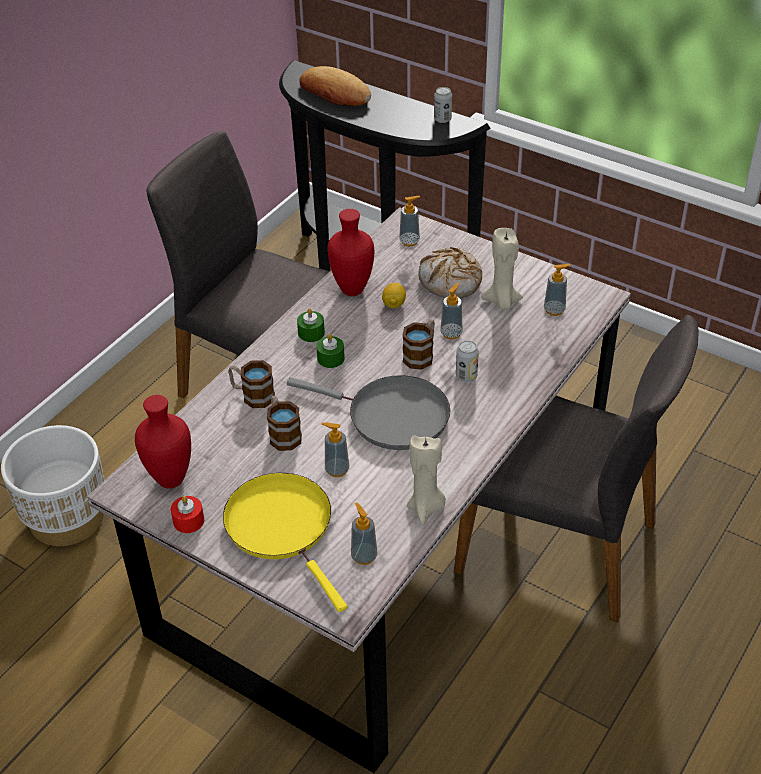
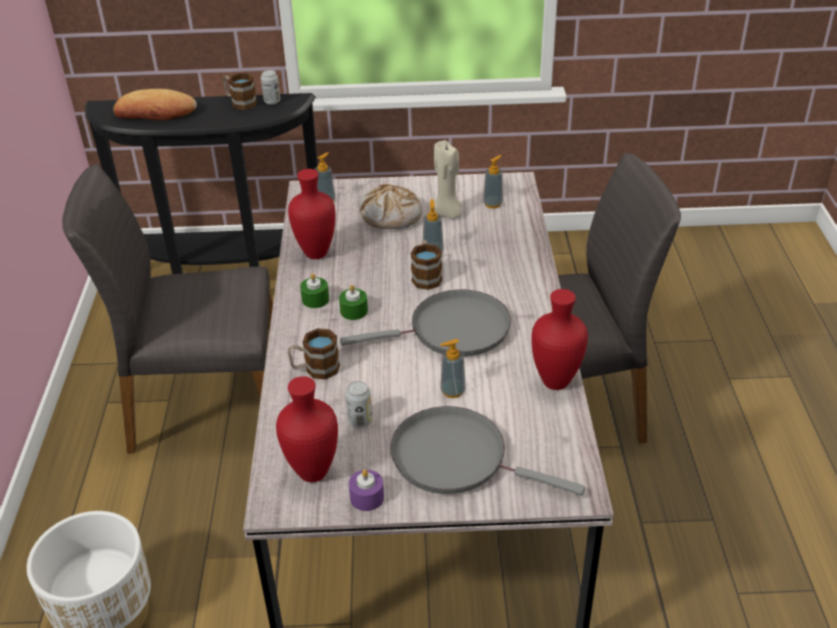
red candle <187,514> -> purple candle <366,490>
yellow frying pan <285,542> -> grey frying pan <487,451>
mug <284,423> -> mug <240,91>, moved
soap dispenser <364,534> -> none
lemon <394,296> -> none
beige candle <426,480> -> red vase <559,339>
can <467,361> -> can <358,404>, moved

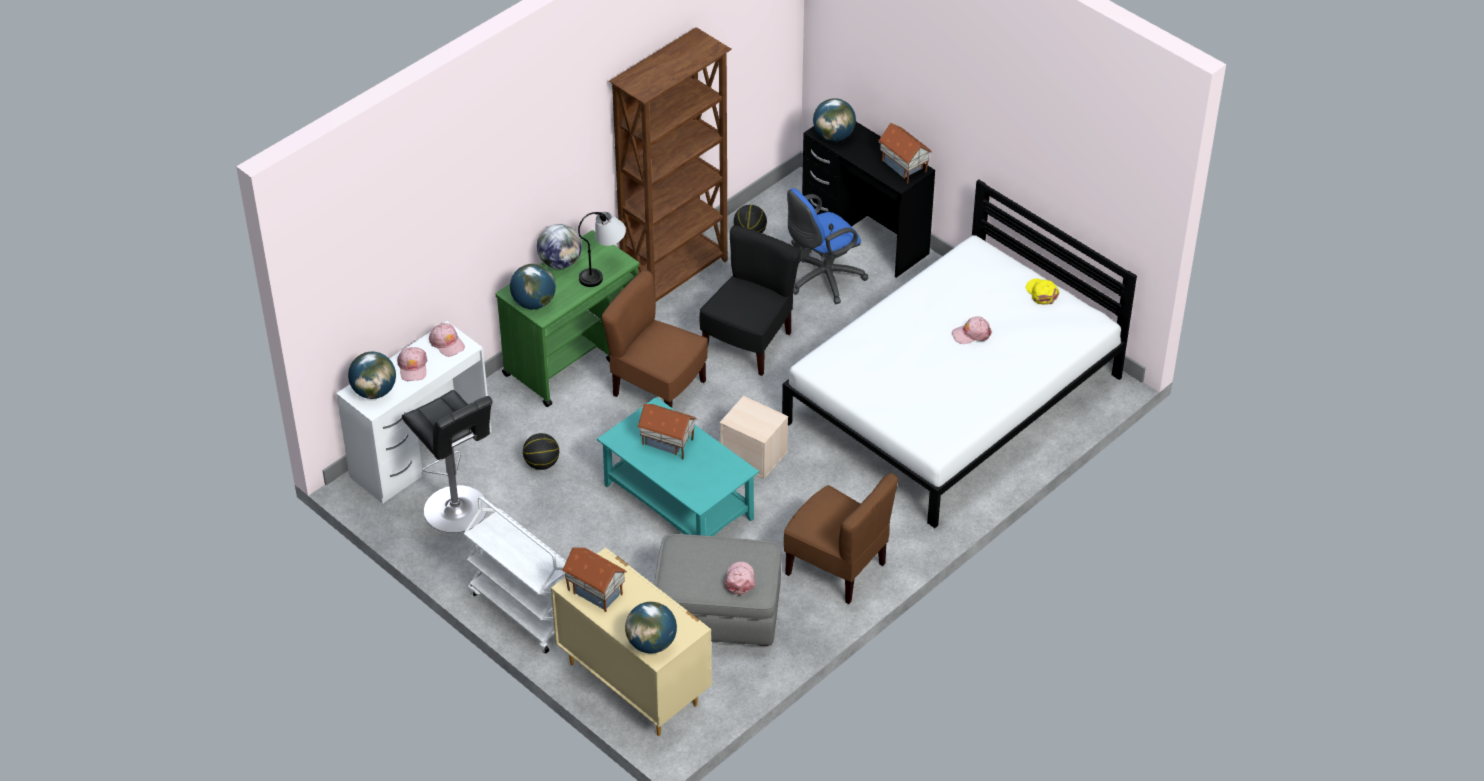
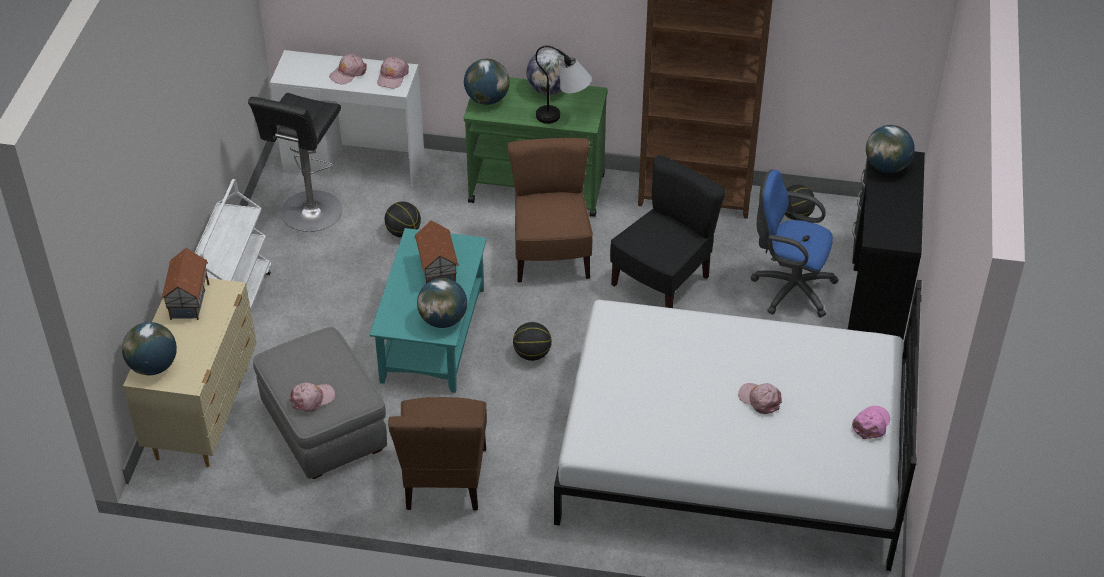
globe <372,375> -> globe <442,303>, moved
black chair <750,300> -> black chair <668,231>, 45 degrees counterclockwise
beige storage box <754,437> -> basketball <532,341>
toy house <905,153> -> none
yellow cap <1043,291> -> pink cap <871,422>

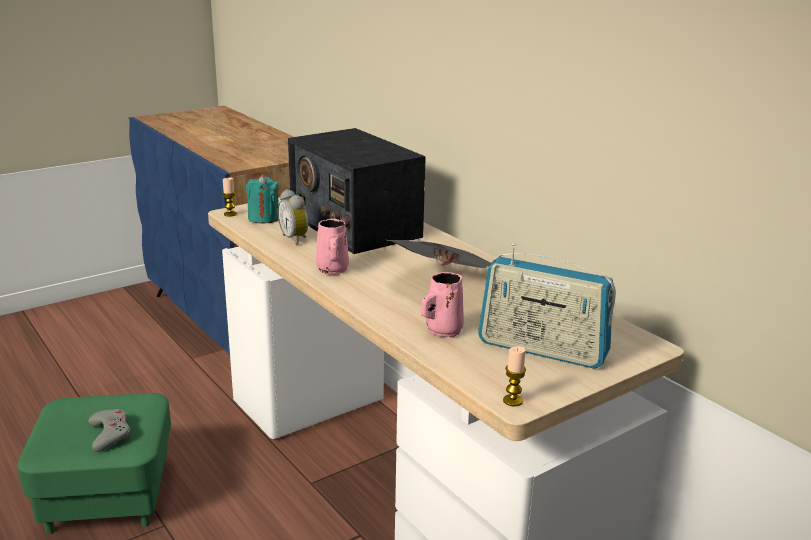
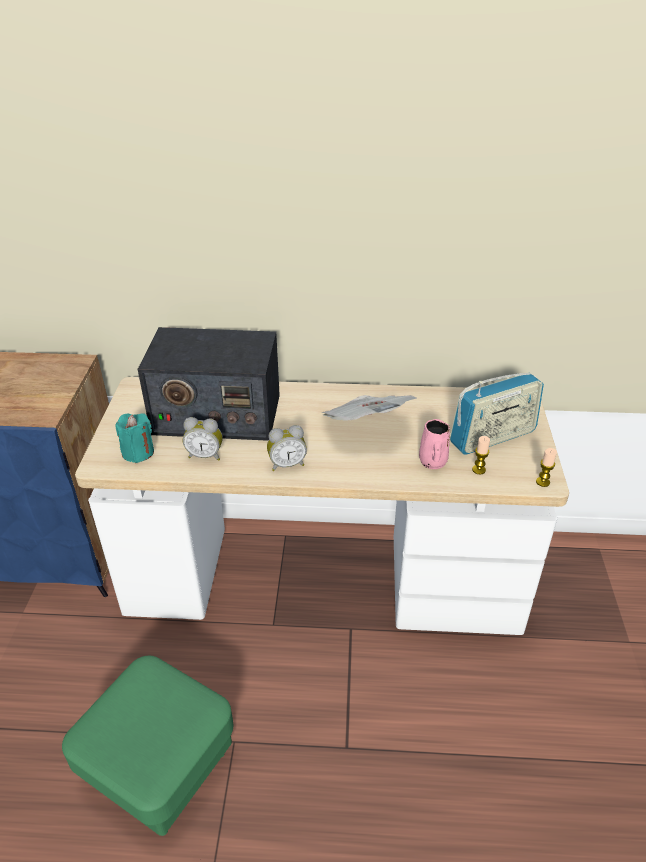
grey game controller <109,430> -> none
candle <229,197> -> candle <481,455>, moved
pink mug <332,247> -> alarm clock <287,448>

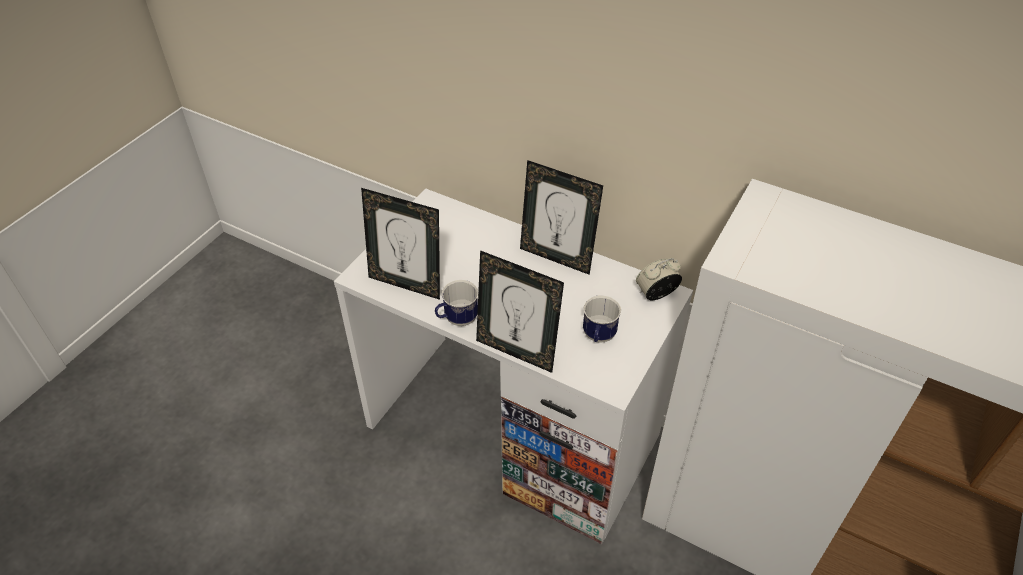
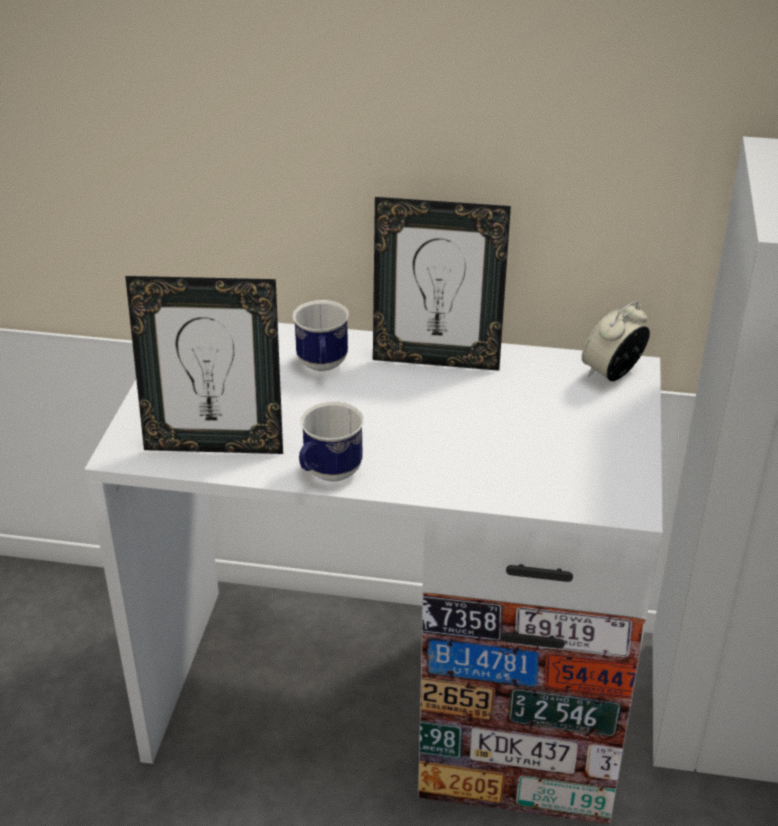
picture frame <520,311> -> none
mug <602,319> -> mug <321,335>, moved

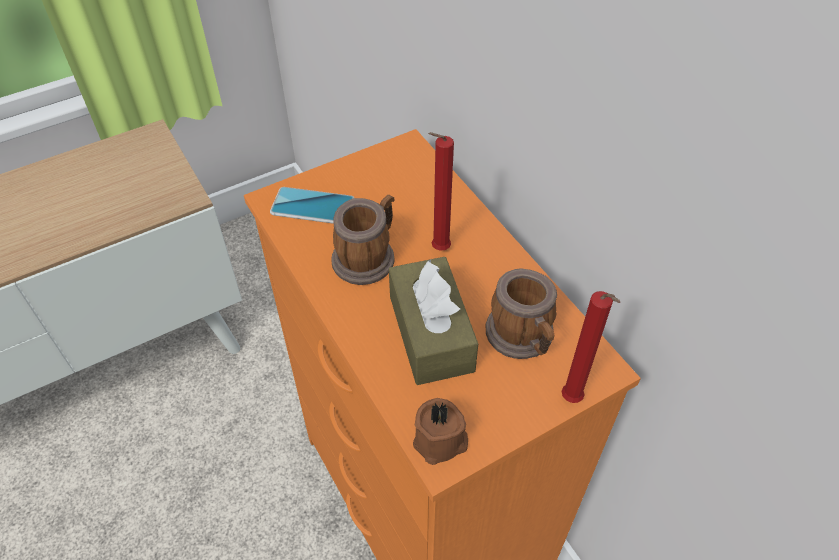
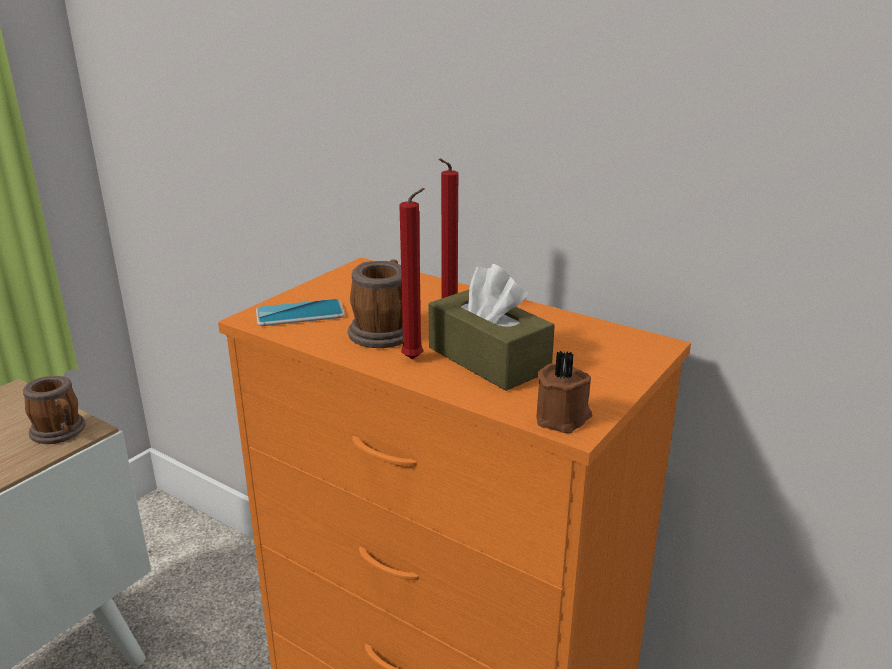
mug <521,314> -> mug <54,410>, moved
red candle <590,347> -> red candle <412,273>, moved

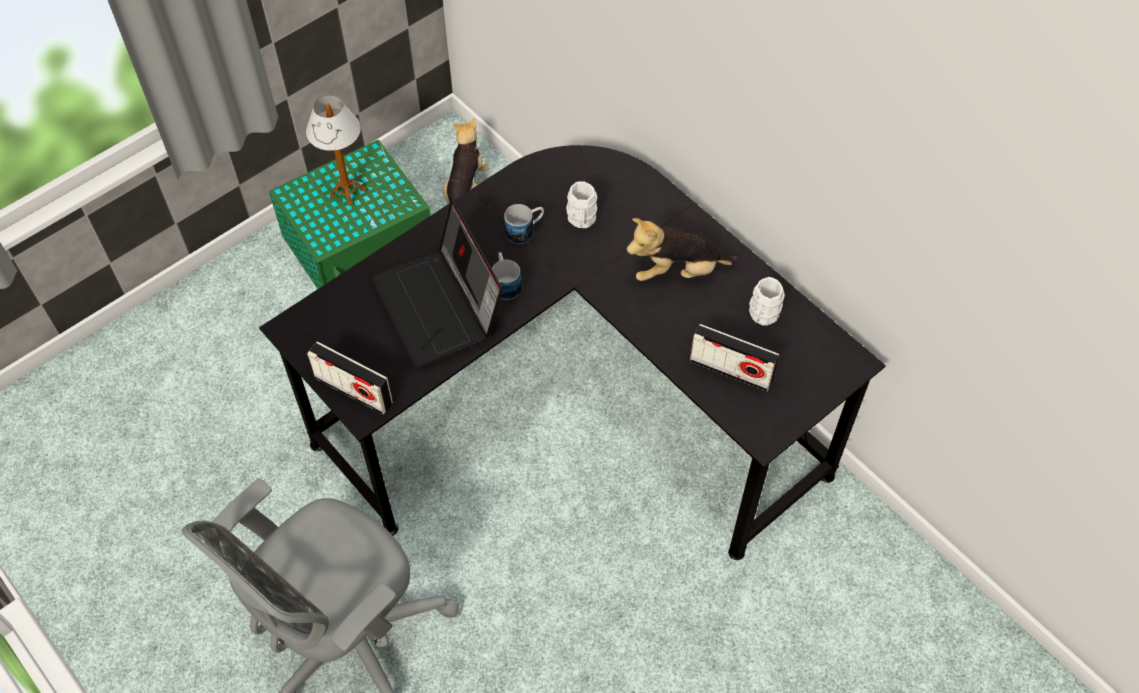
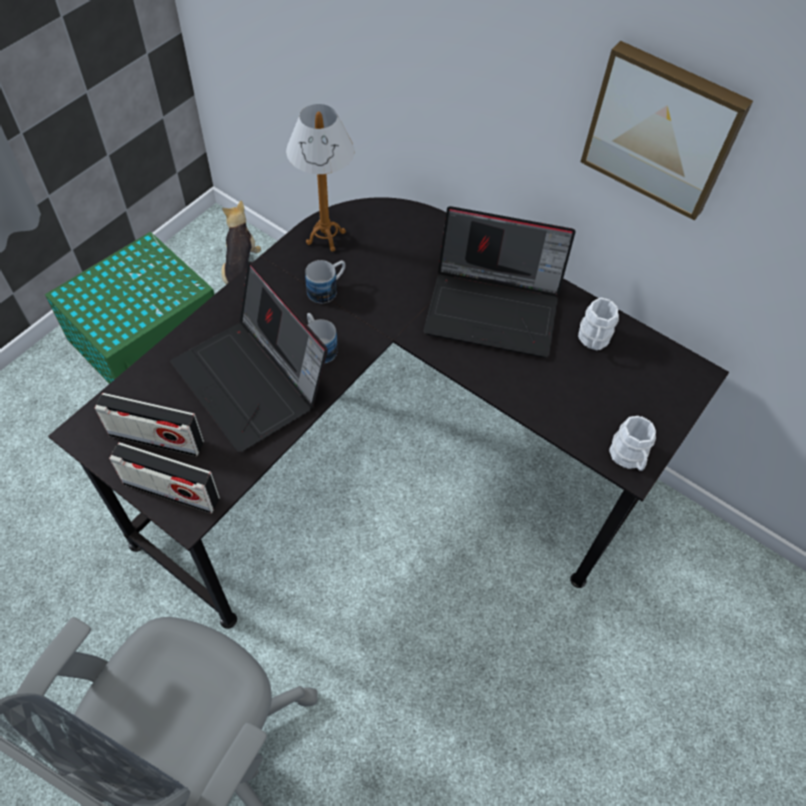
table lamp <335,151> -> table lamp <320,178>, moved
white mug <581,204> -> white mug <632,443>, moved
plush toy <683,249> -> laptop <500,282>
radio <734,357> -> radio <149,424>, moved
none -> picture <667,131>

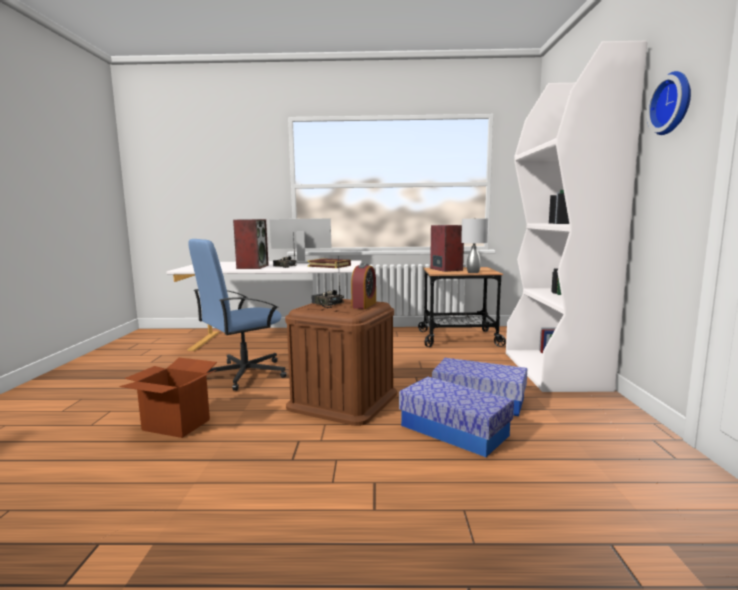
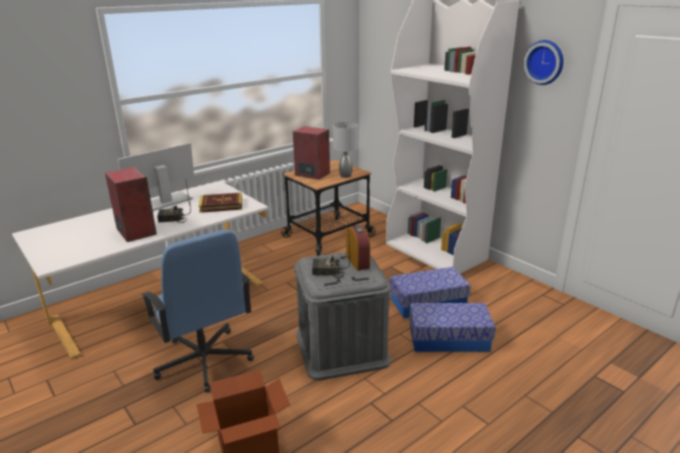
blue office chair <237,315> -> blue office chair <197,310>, 45 degrees counterclockwise
brown storage box <341,362> -> grey storage box <342,316>

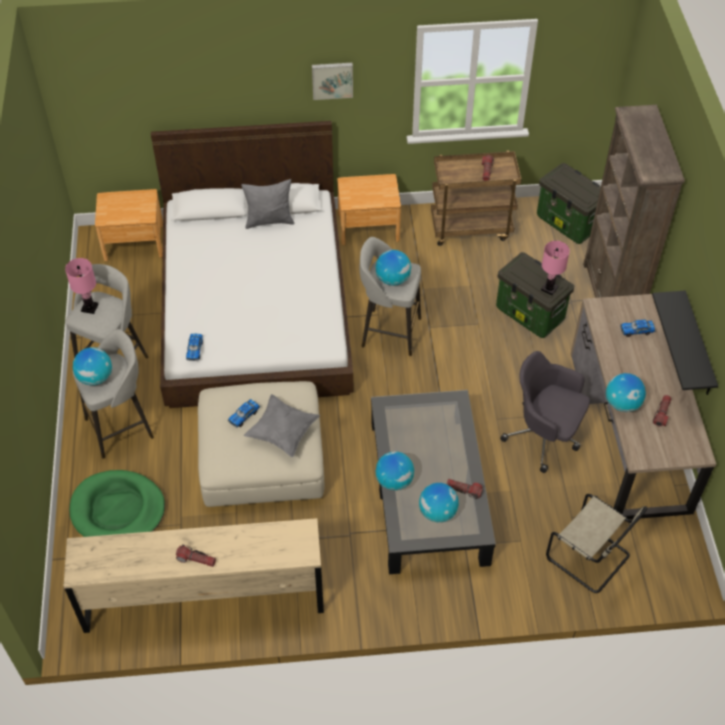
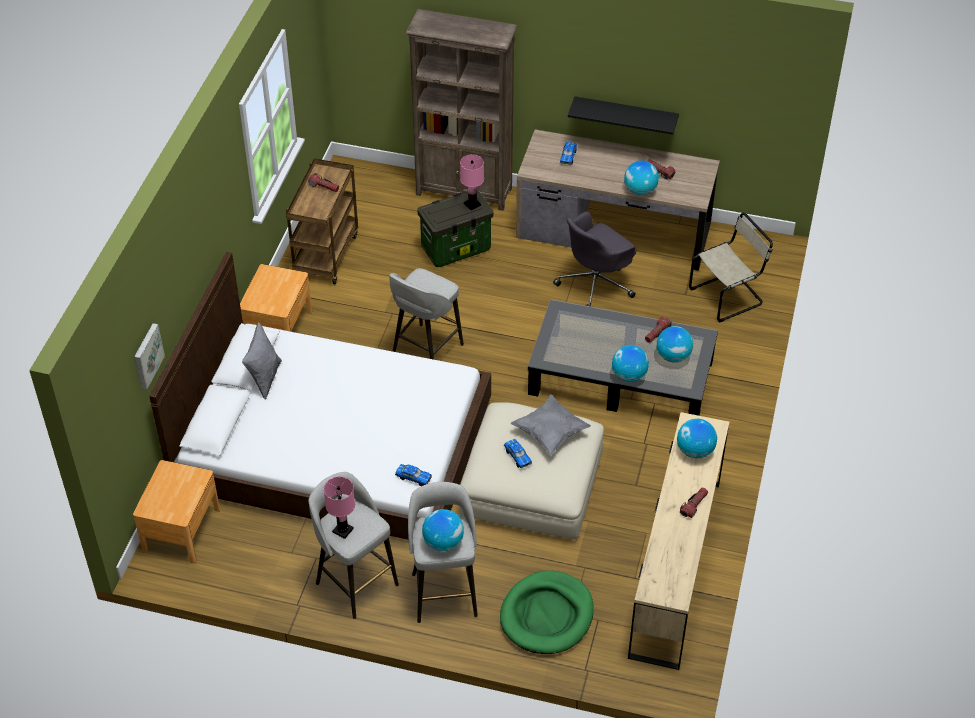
picture <332,81> -> picture <149,356>, moved
globe <393,268> -> globe <697,438>, moved
storage box <569,203> -> none

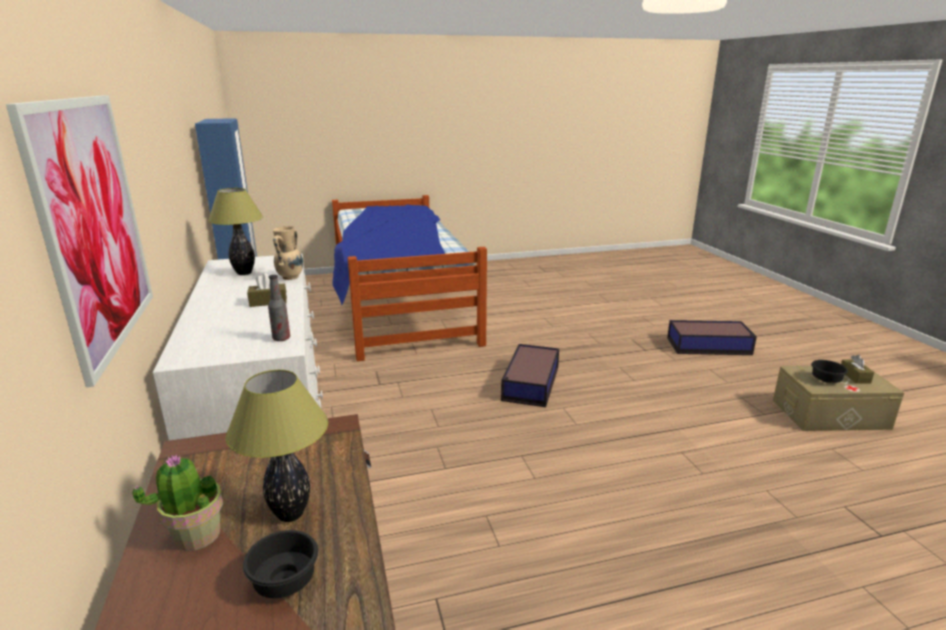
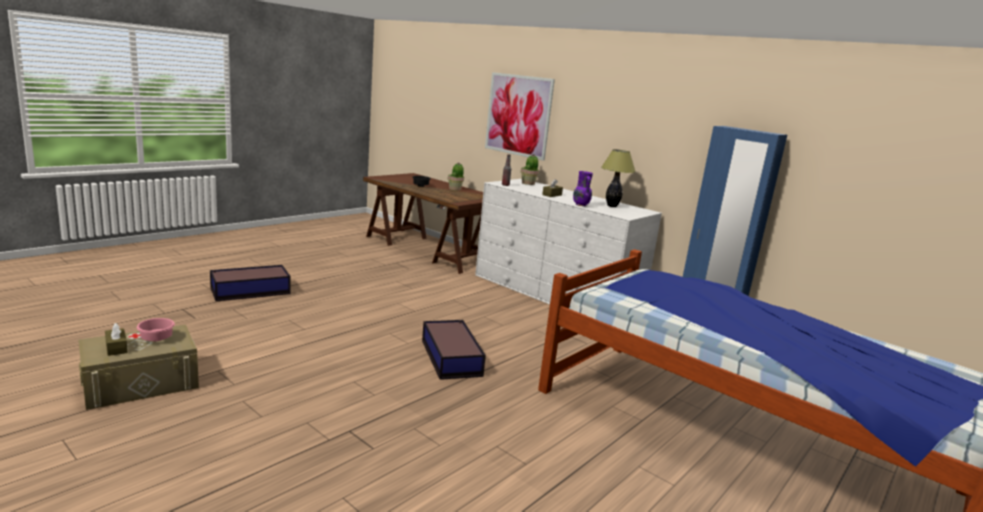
table lamp <277,446> -> none
beige vase <288,253> -> purple vase <583,188>
storage box <712,337> -> storage box <250,283>, moved
black bowl <829,371> -> pink bowl <156,329>
none -> potted plant <530,170>

